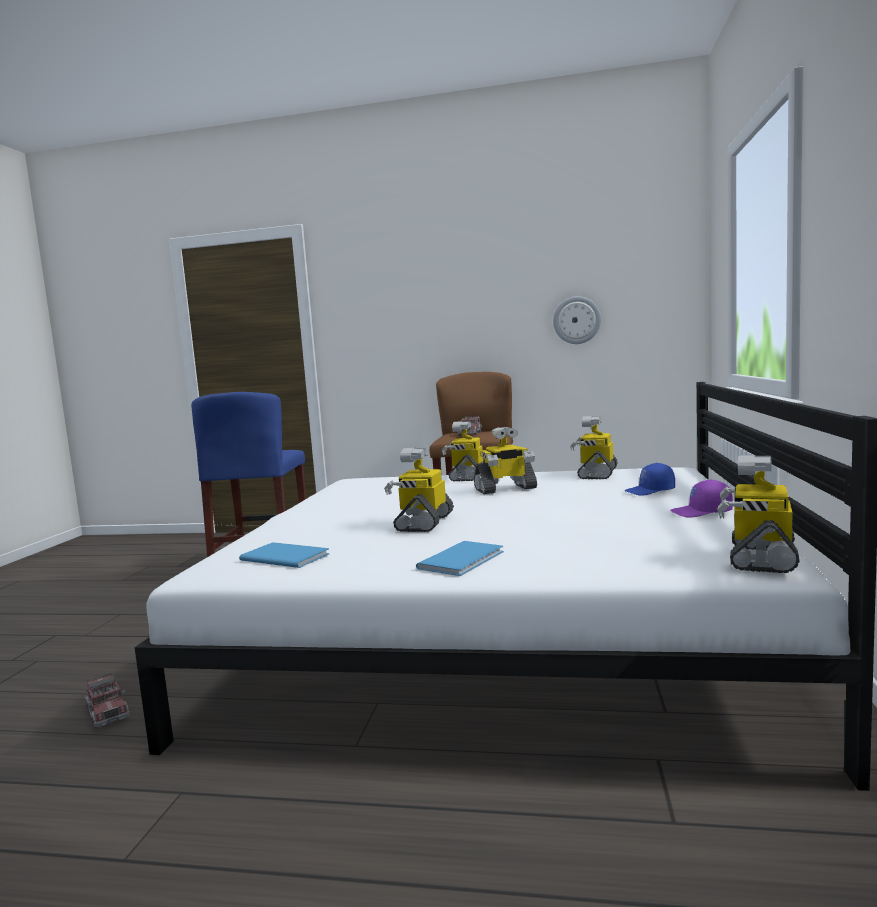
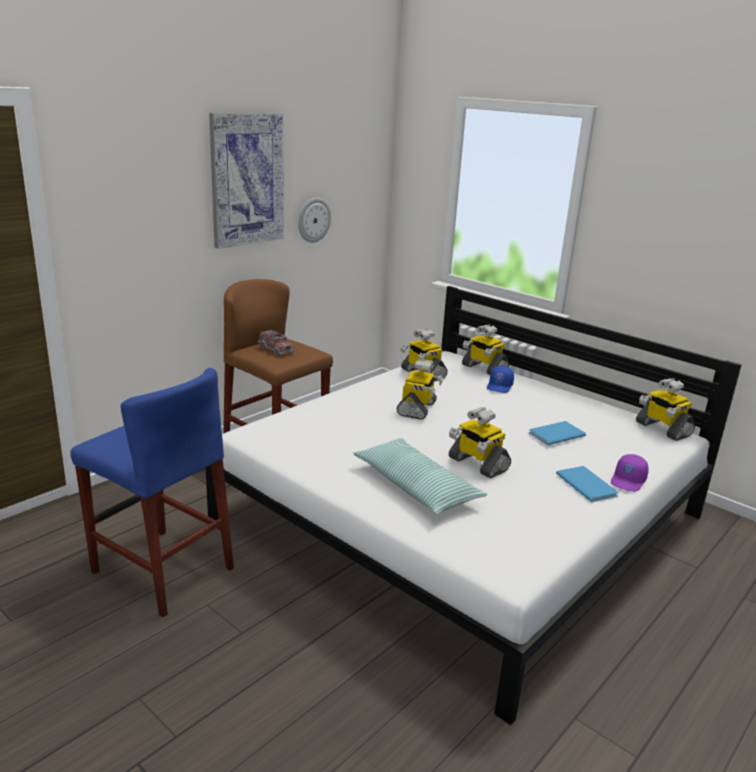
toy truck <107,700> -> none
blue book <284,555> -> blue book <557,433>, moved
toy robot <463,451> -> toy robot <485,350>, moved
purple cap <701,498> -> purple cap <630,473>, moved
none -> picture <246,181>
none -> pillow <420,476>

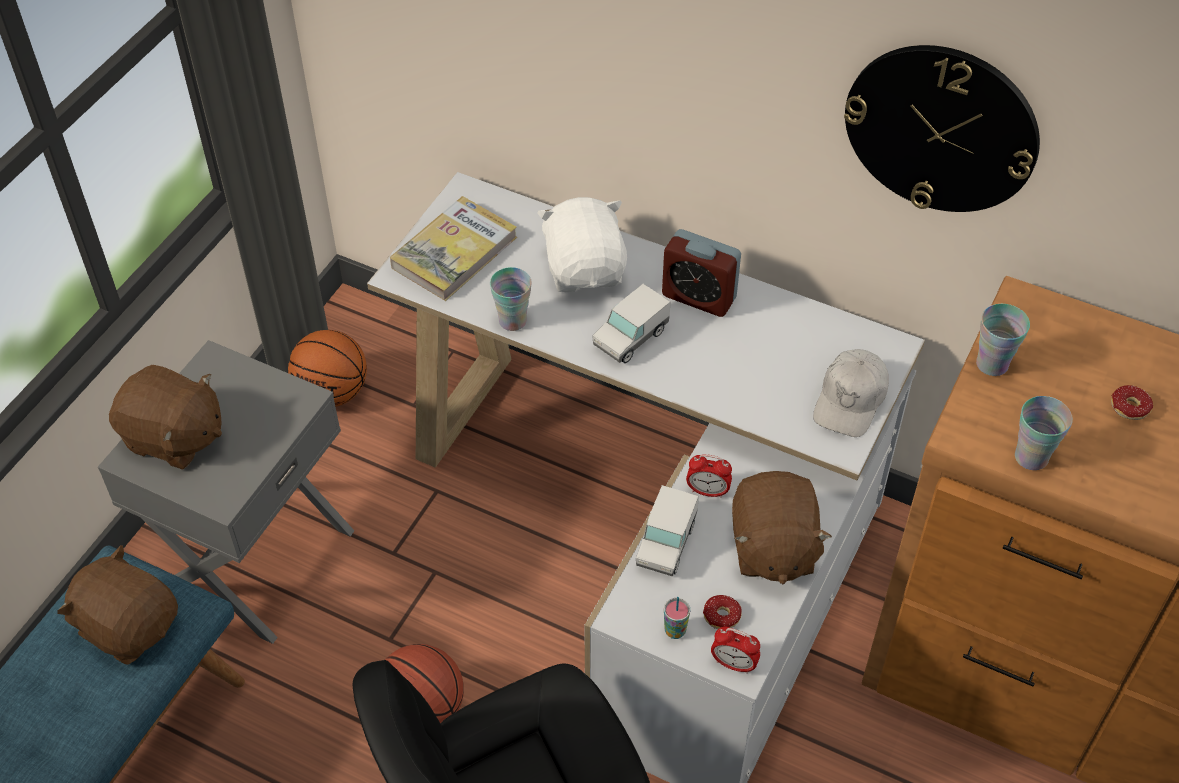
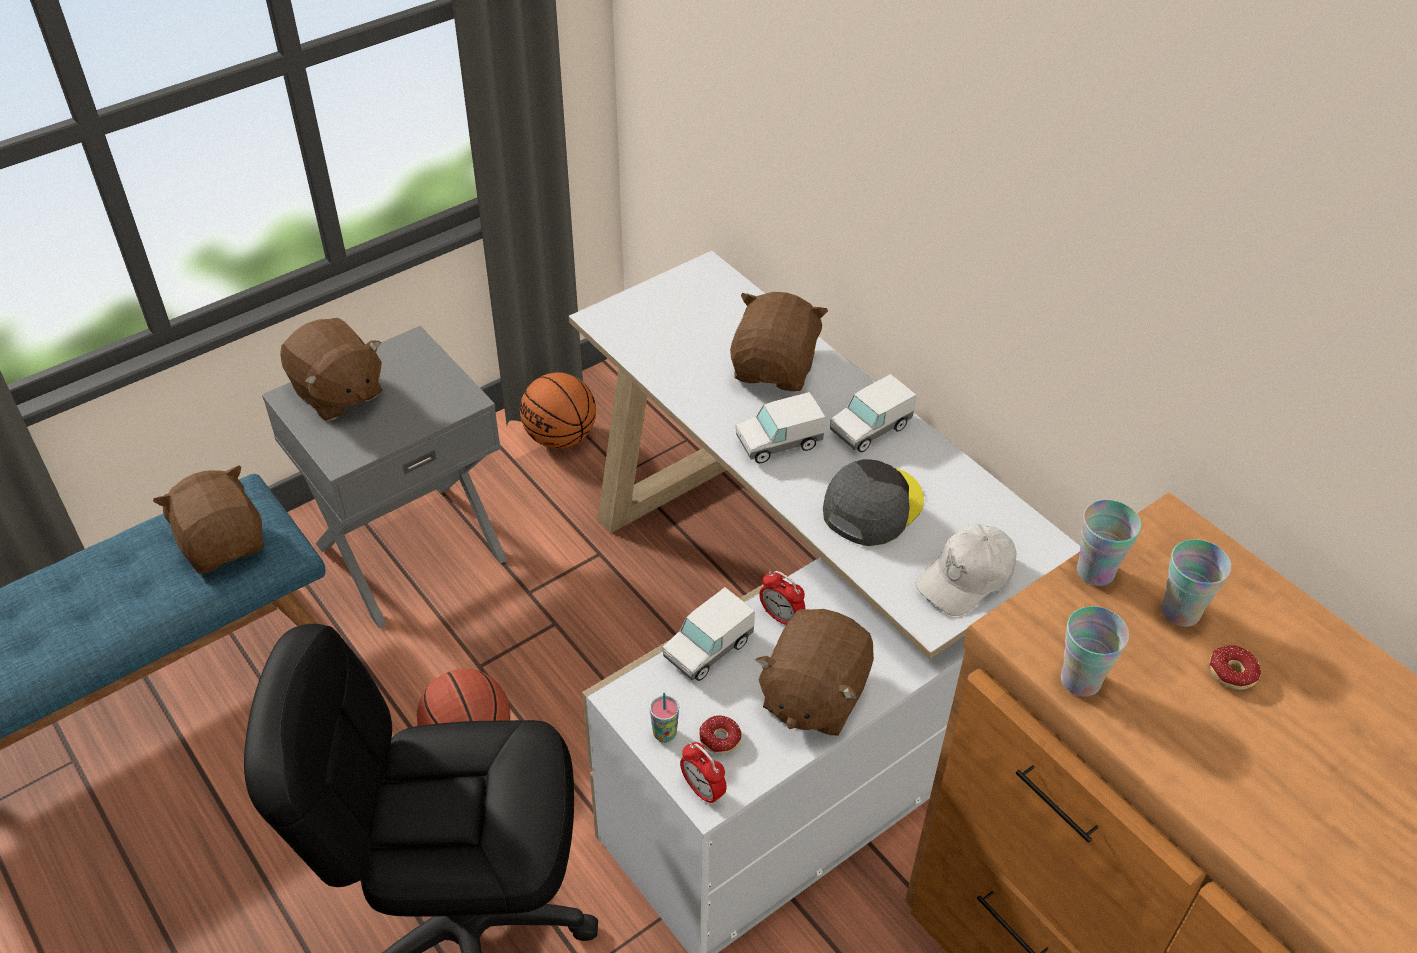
book <453,248> -> none
cup <511,299> -> cup <1196,583>, moved
white plush toy <582,244> -> brown plush toy <779,341>
alarm clock <701,273> -> toy truck <873,413>
wall clock <942,128> -> none
none -> grey cap <873,502>

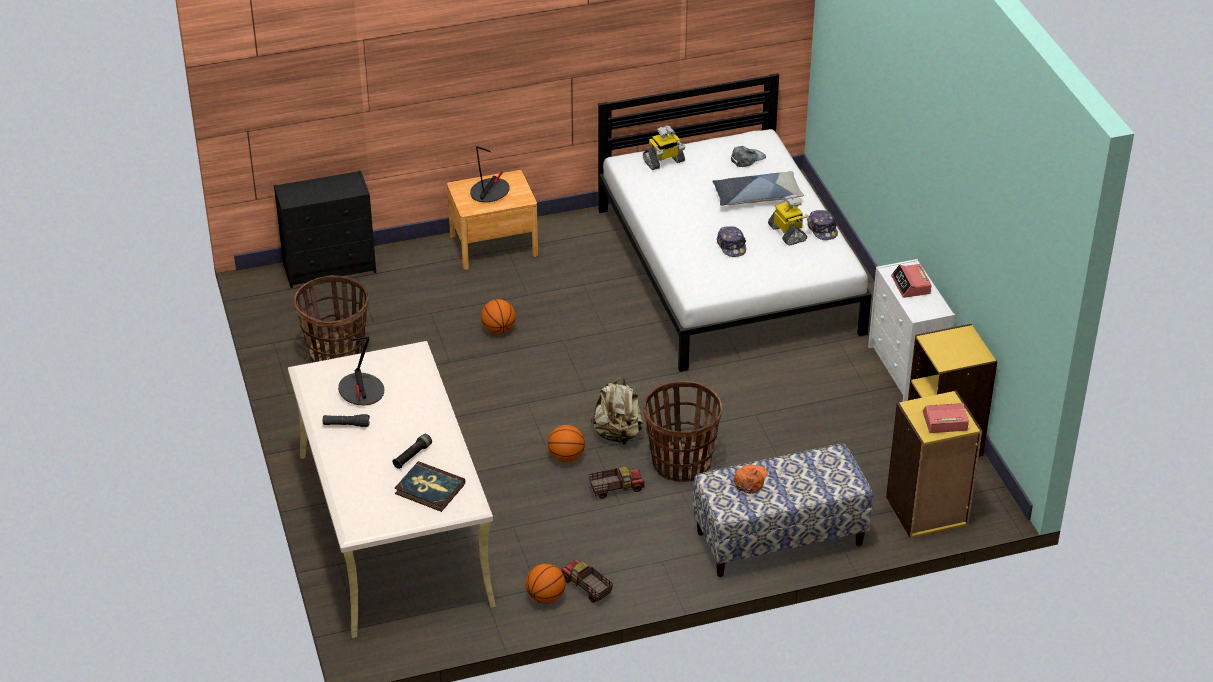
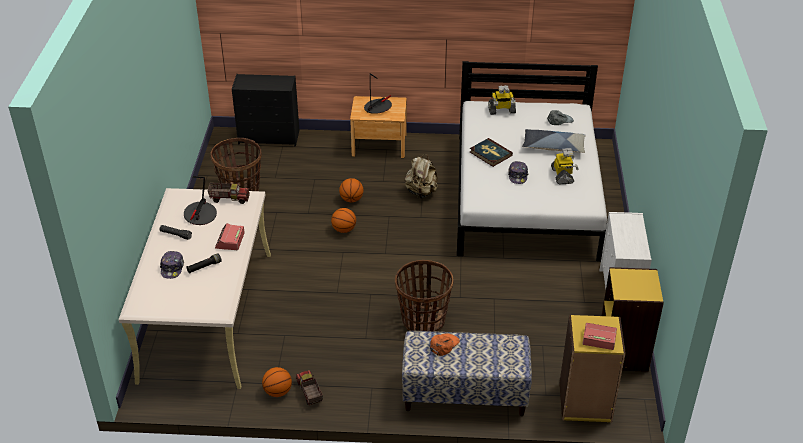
book <430,486> -> book <491,152>, moved
basketball <566,443> -> basketball <343,220>, moved
toy truck <616,483> -> toy truck <229,193>, moved
beige backpack <617,411> -> beige backpack <421,176>, moved
cap <822,225> -> cap <172,265>, moved
alarm clock <911,281> -> alarm clock <230,236>, moved

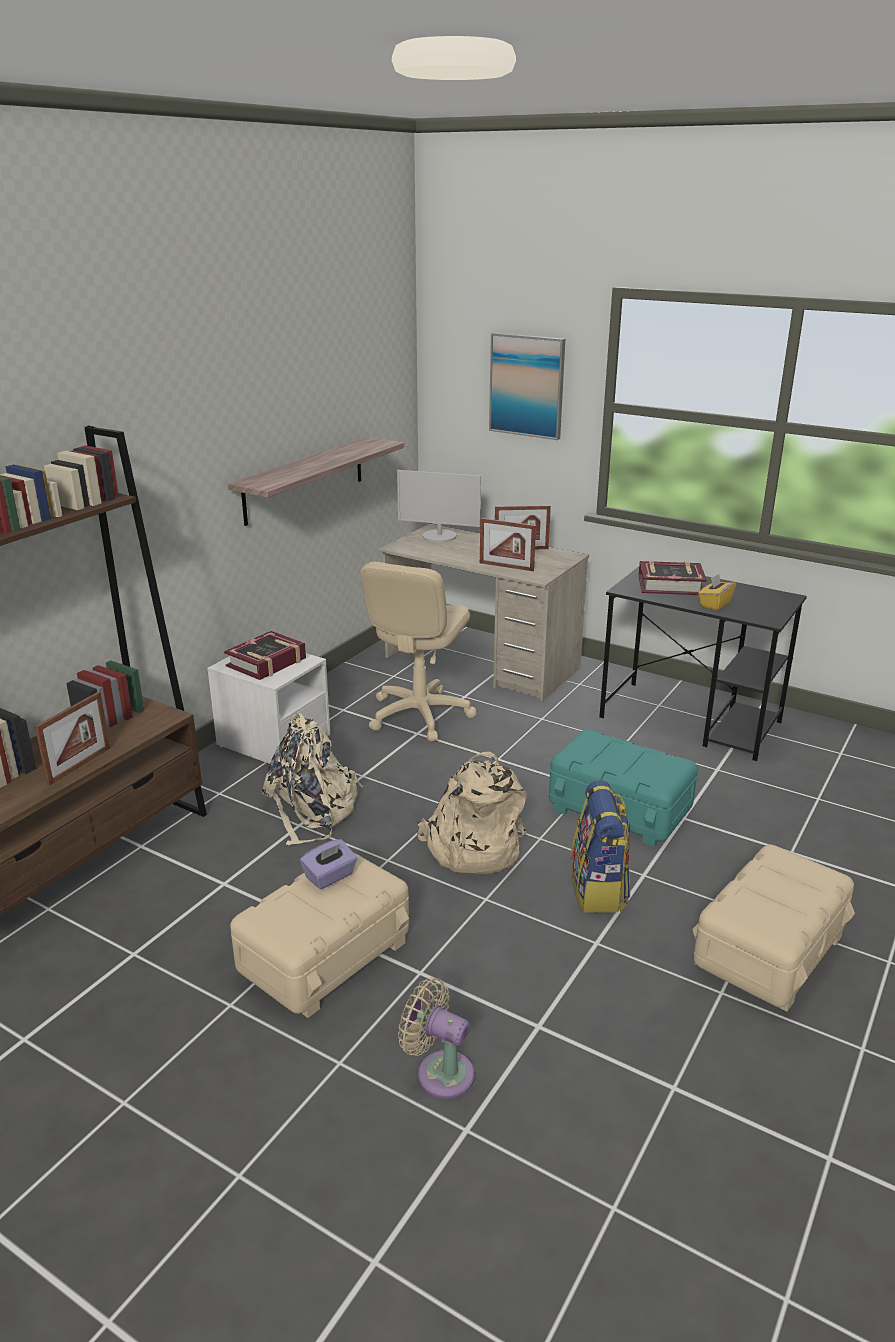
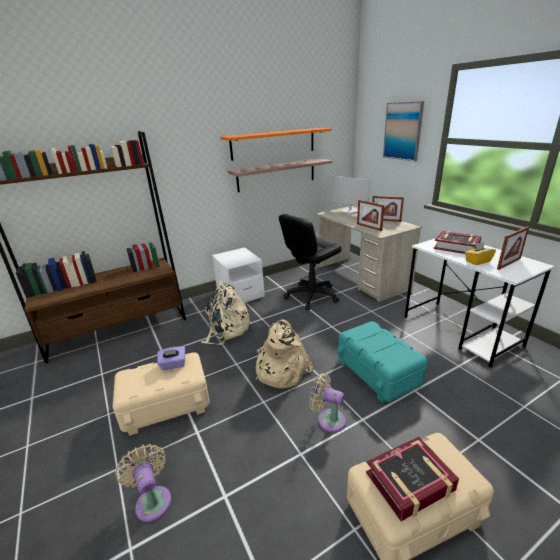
picture frame <72,739> -> picture frame <513,248>, moved
book <265,655> -> book <412,479>, moved
beige office chair <418,651> -> black office chair <310,262>
backpack <600,847> -> beige fan <327,402>
black desk <703,664> -> white desk <480,303>
none -> orange shelf <276,144>

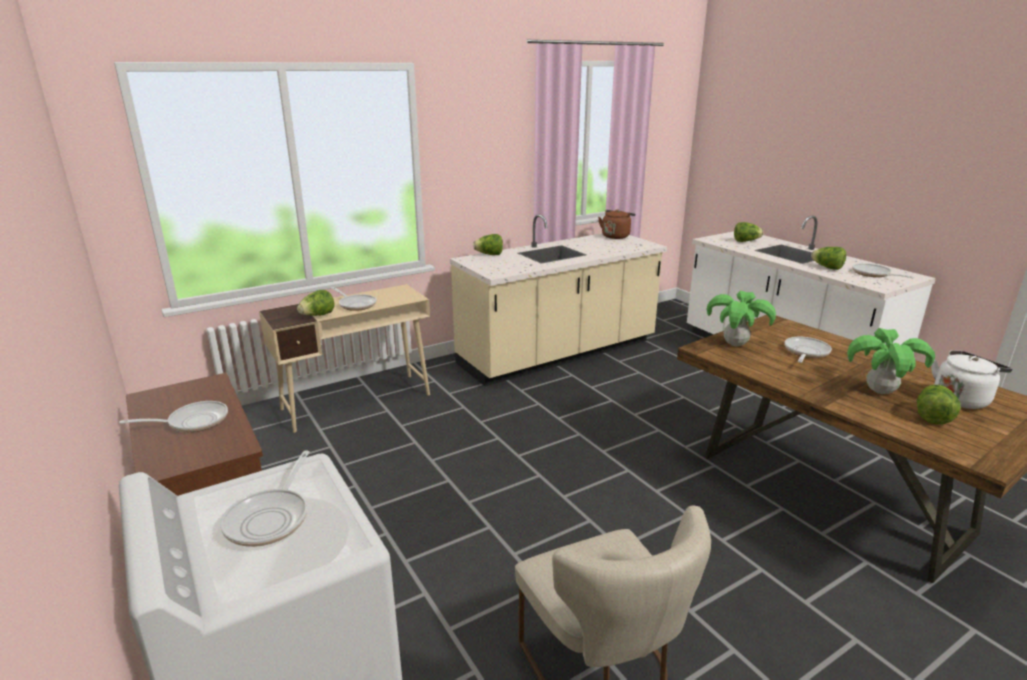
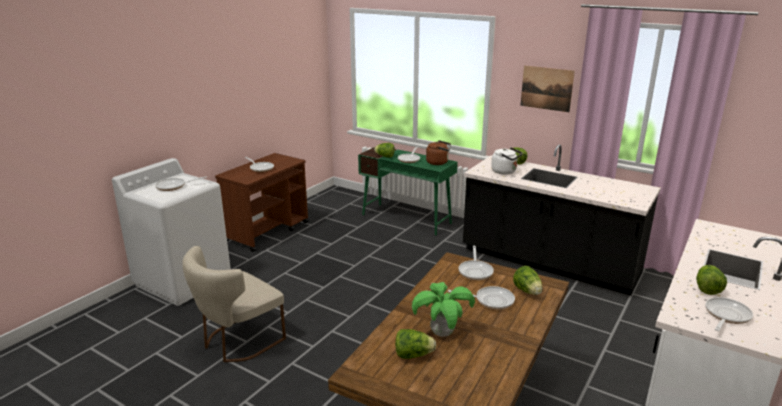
beige desk <344,358> -> green desk <408,191>
beige counter <558,300> -> black counter <562,220>
brown kettle <616,224> -> brown kettle <438,152>, moved
potted plant <741,318> -> frying pan <476,263>
lettuce <748,232> -> lettuce <528,280>, moved
white kettle <971,380> -> white kettle <507,161>, moved
none -> picture <547,89>

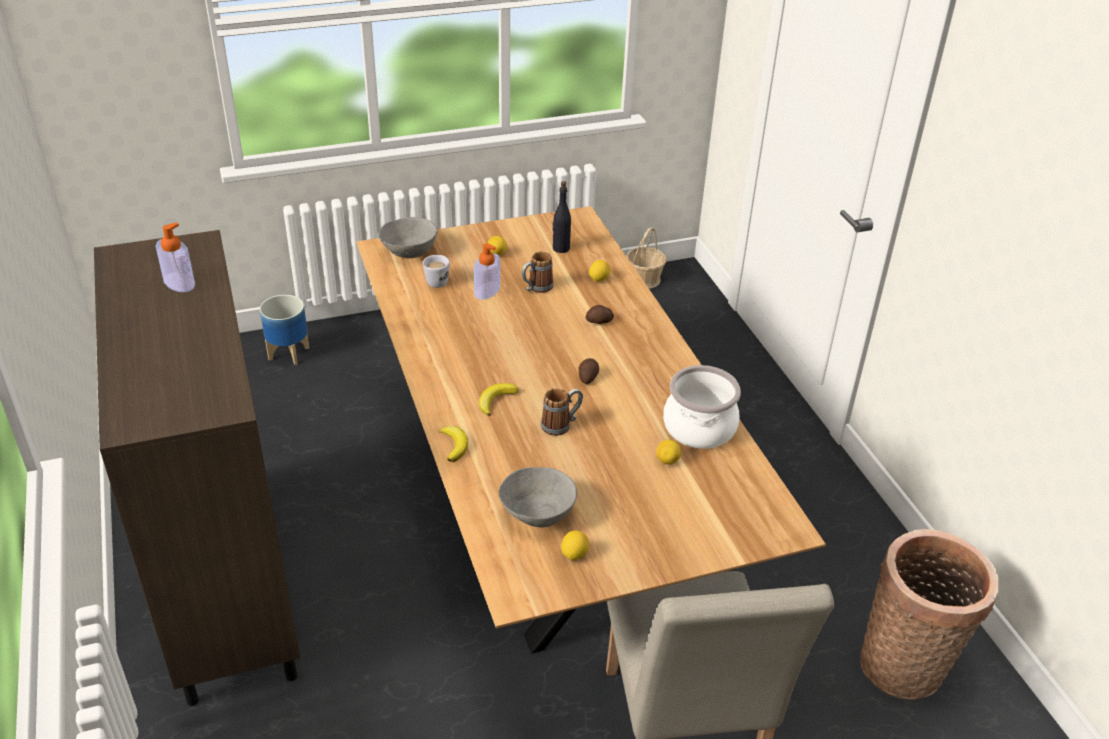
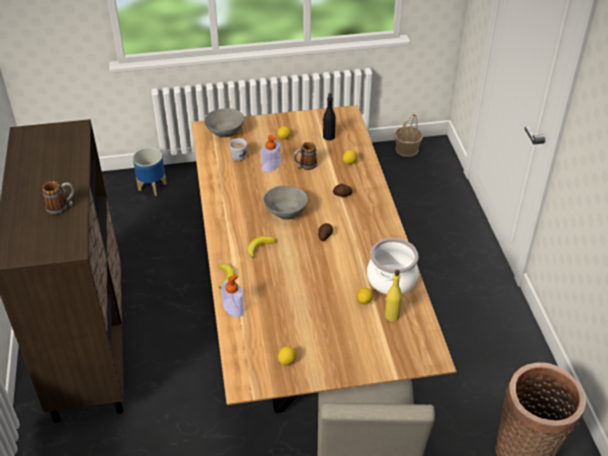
soap dispenser <175,257> -> soap dispenser <232,295>, moved
grey bowl <538,497> -> grey bowl <285,203>, moved
mug <562,412> -> mug <58,198>, moved
none -> yellow bottle <393,295>

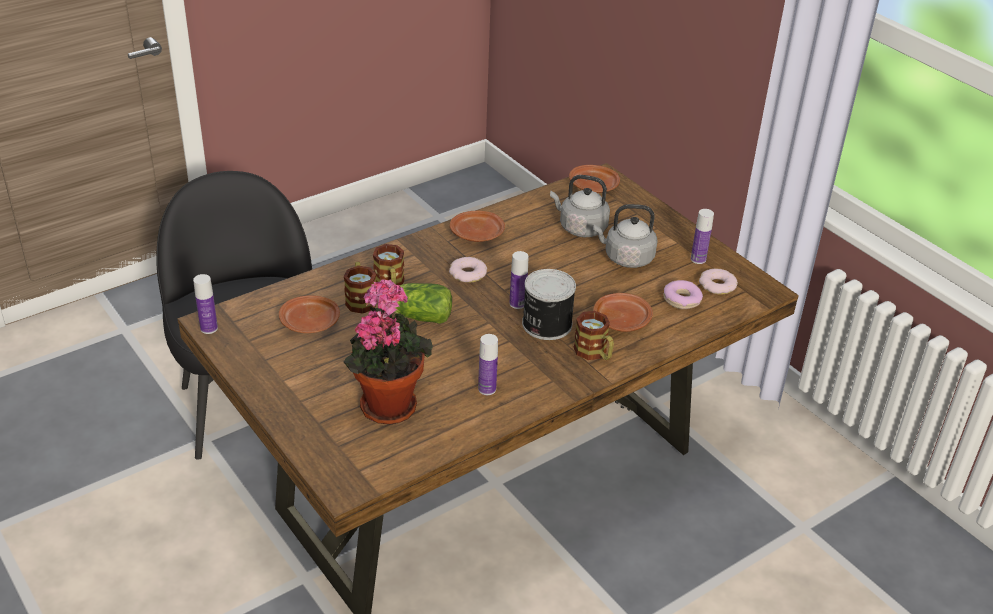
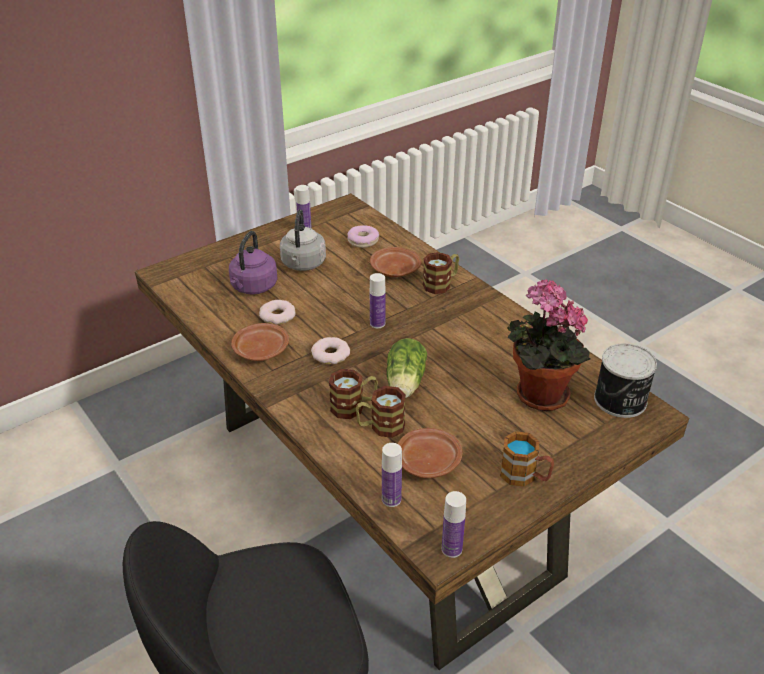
bottle <488,364> -> bottle <392,475>, moved
can <549,304> -> can <625,381>, moved
grey kettle <580,206> -> purple kettle <253,263>
brown plate <594,179> -> none
donut <718,281> -> donut <277,312>, moved
none -> mug <527,459>

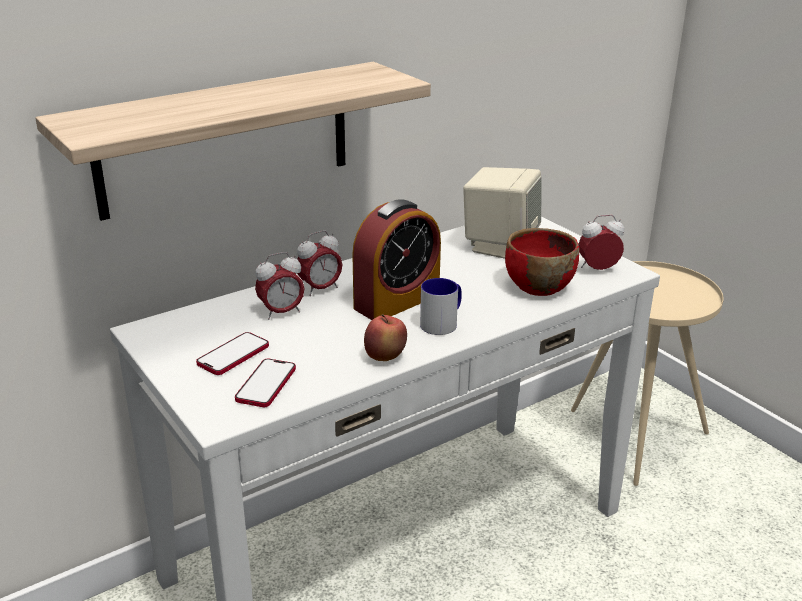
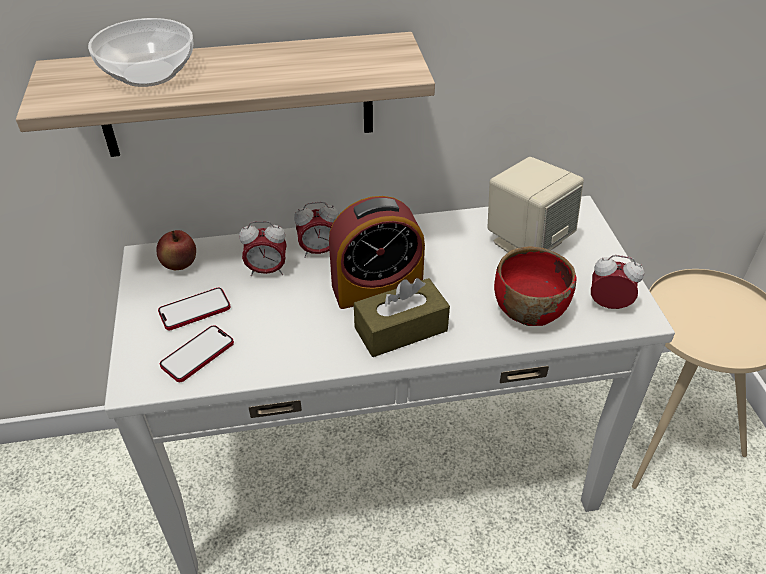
apple <385,337> -> apple <176,250>, moved
mug <441,306> -> brown tissue box <402,317>
none -> bowl <141,52>

